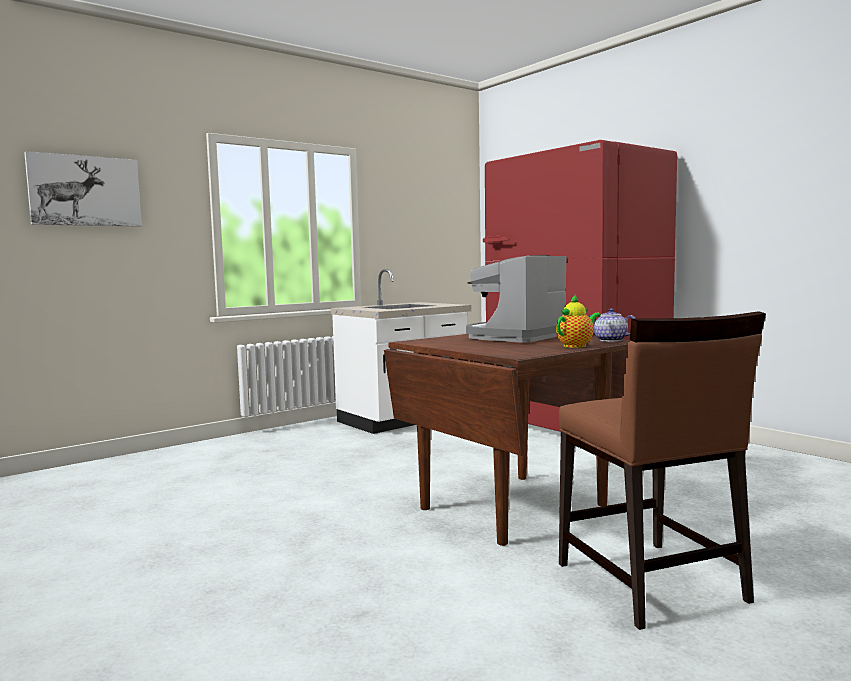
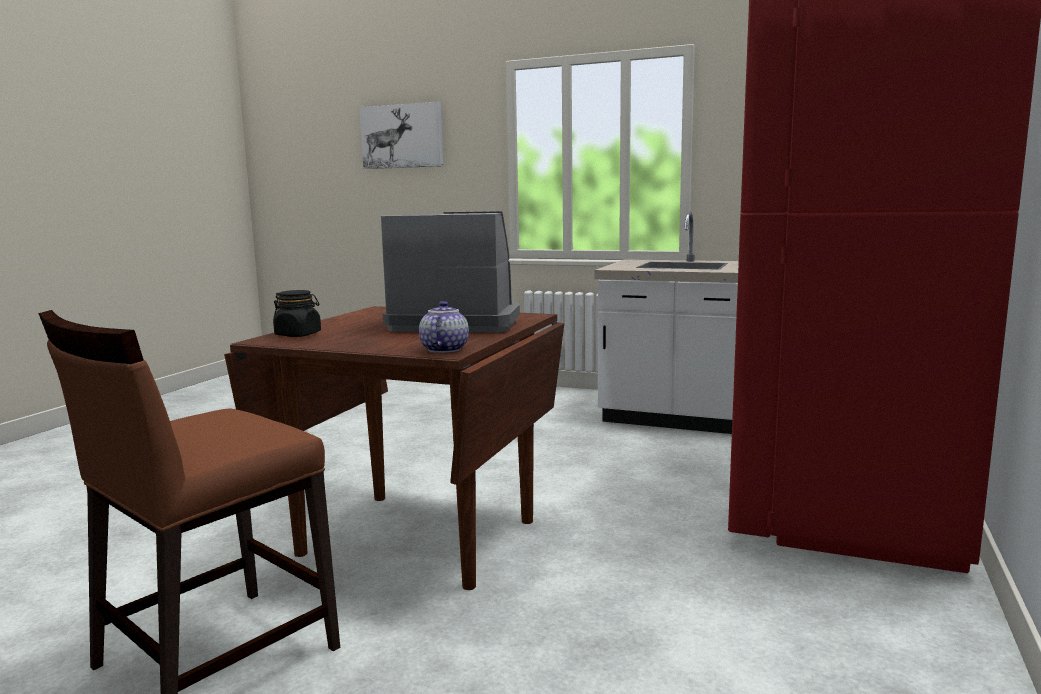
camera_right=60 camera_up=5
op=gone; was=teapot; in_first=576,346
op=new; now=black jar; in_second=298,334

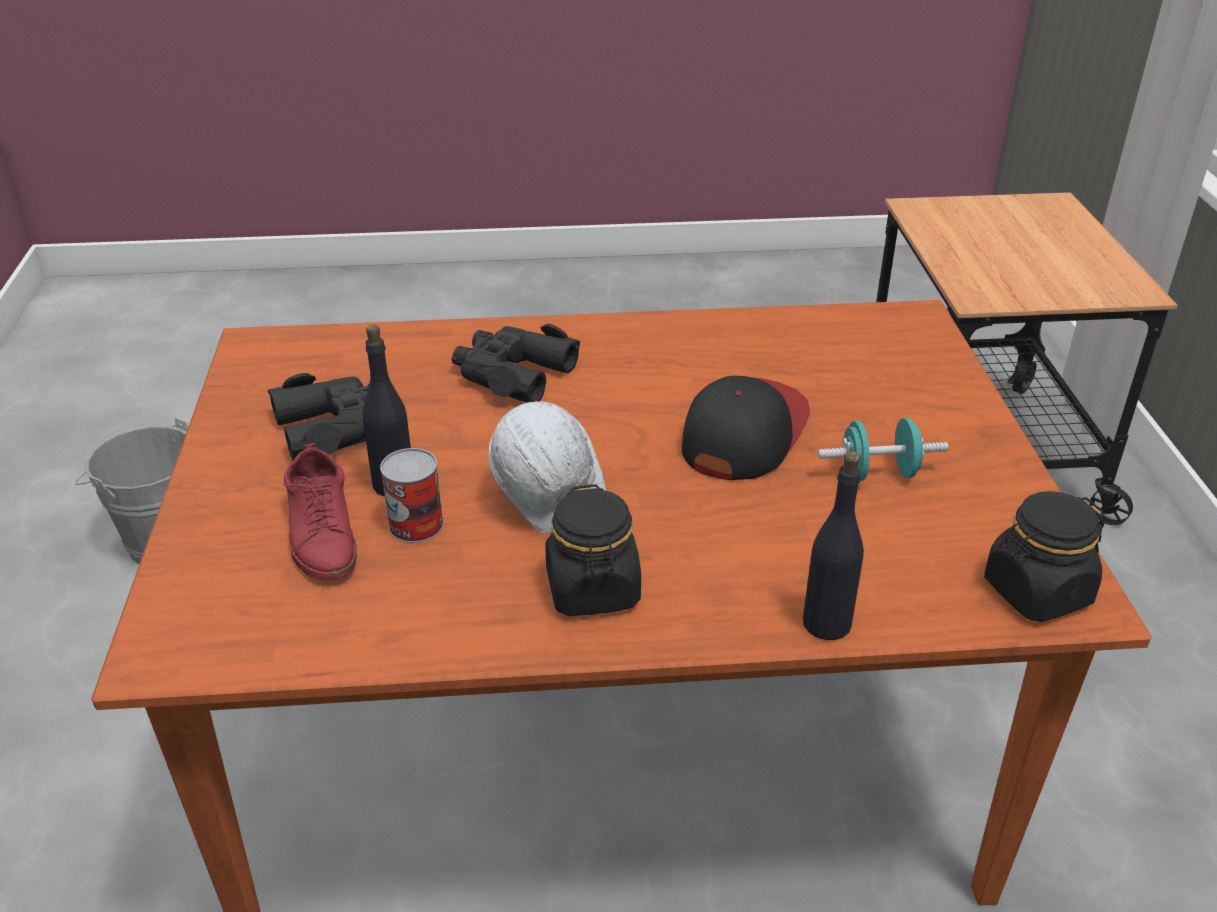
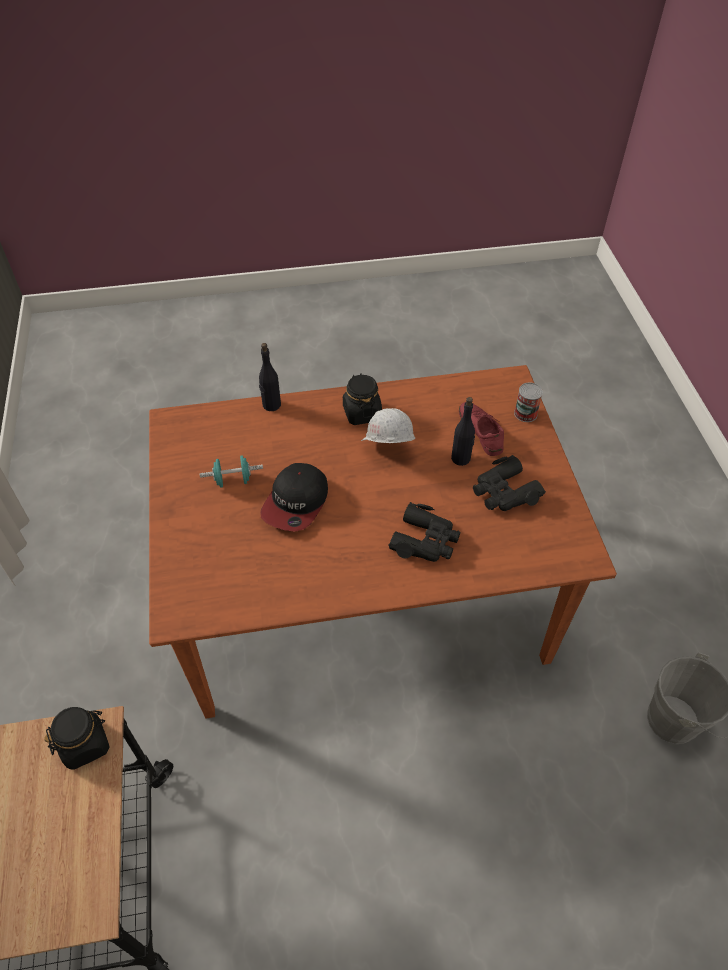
camera_right=175 camera_up=15
op=shifted; was=can; in_first=416,525; in_second=525,413
op=shifted; was=black jar; in_first=1036,592; in_second=85,744

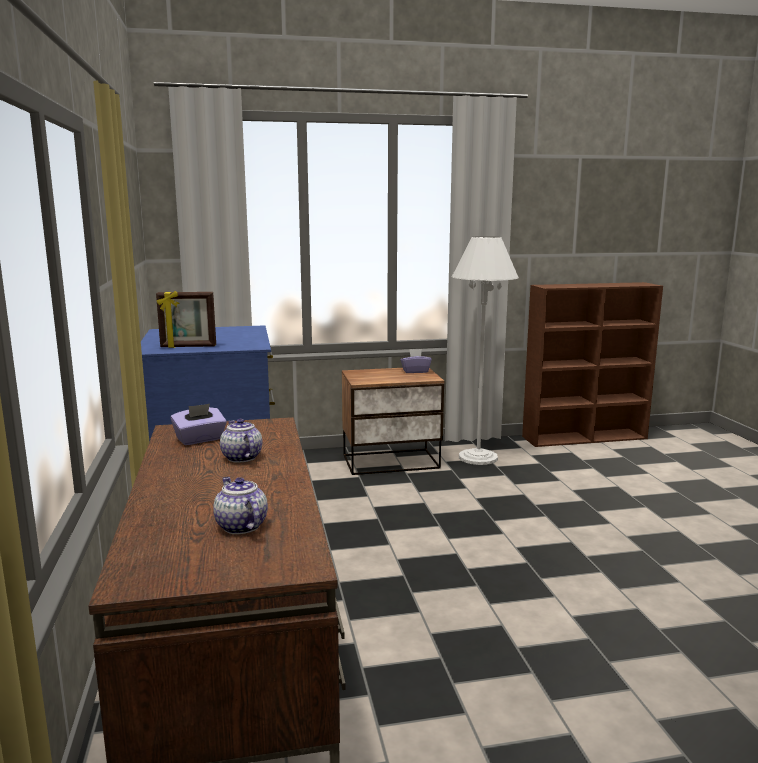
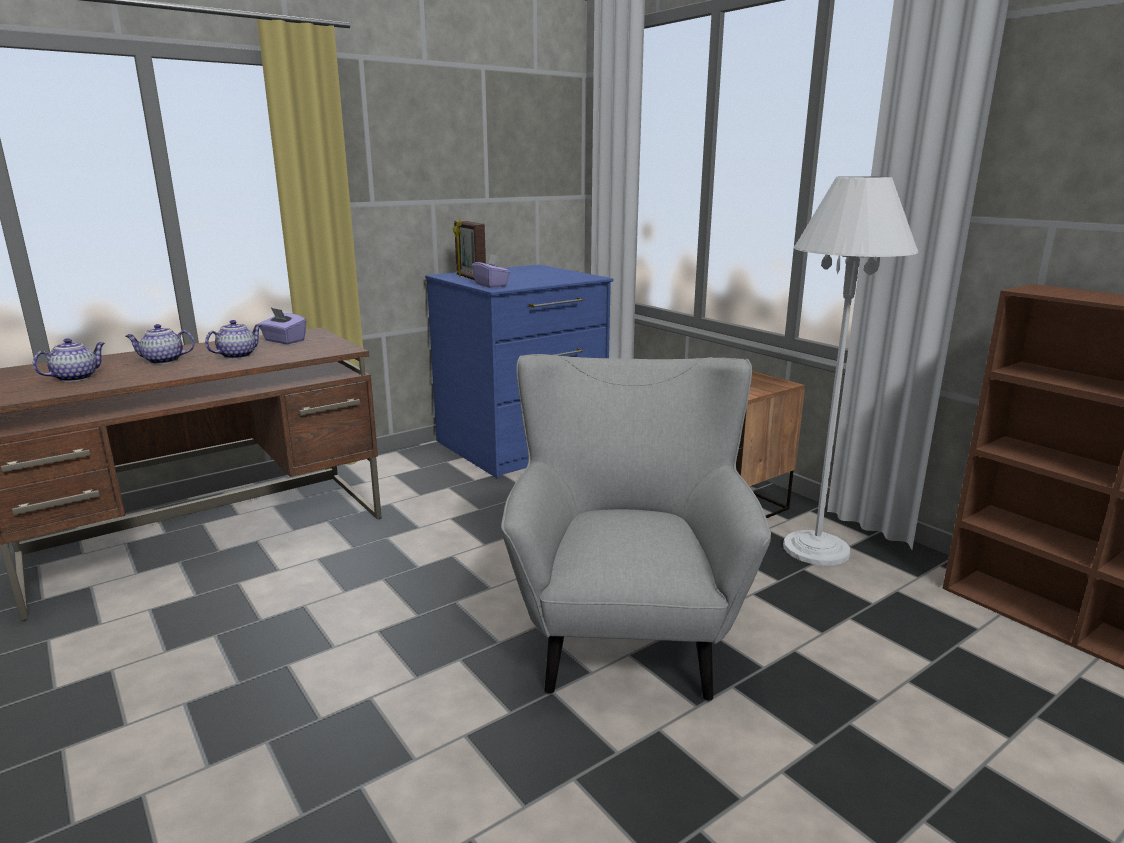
camera_right=65 camera_up=5
op=shifted; was=purple tissue box; in_first=415,371; in_second=491,285
op=new; now=teapot; in_second=163,361
op=new; now=grey armchair; in_second=626,629

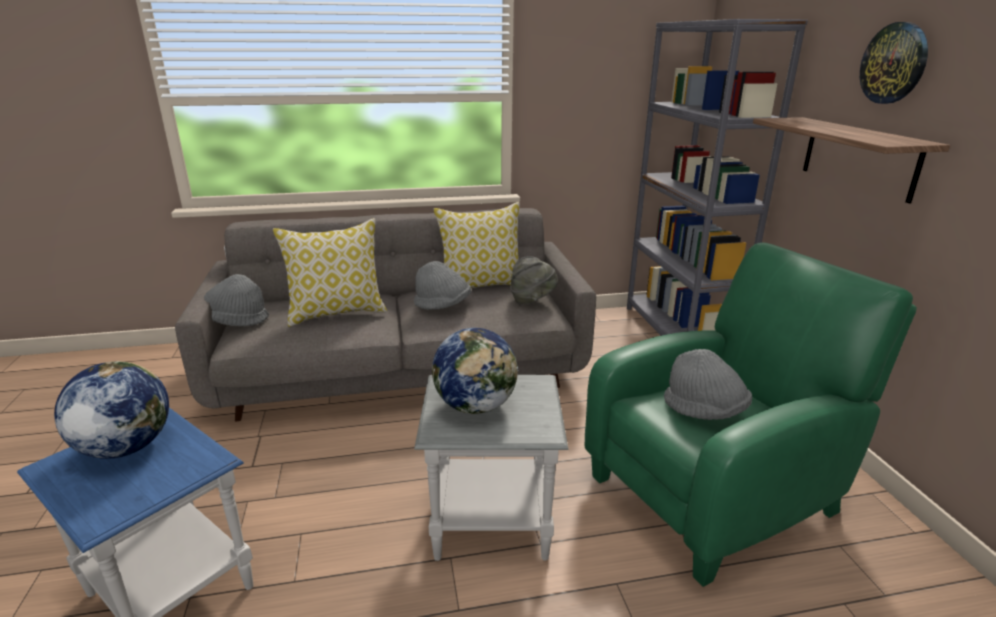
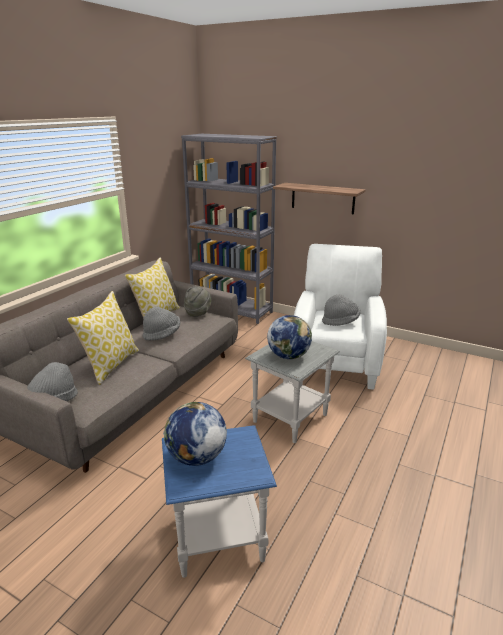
camera_right=-50 camera_up=0
op=gone; was=wall clock; in_first=894,63
op=repainted; was=green armchair; now=white armchair; in_first=718,492; in_second=336,360

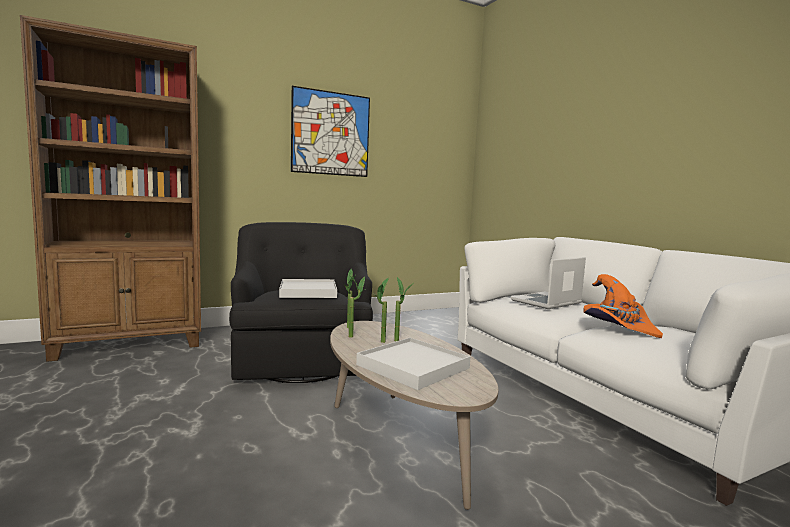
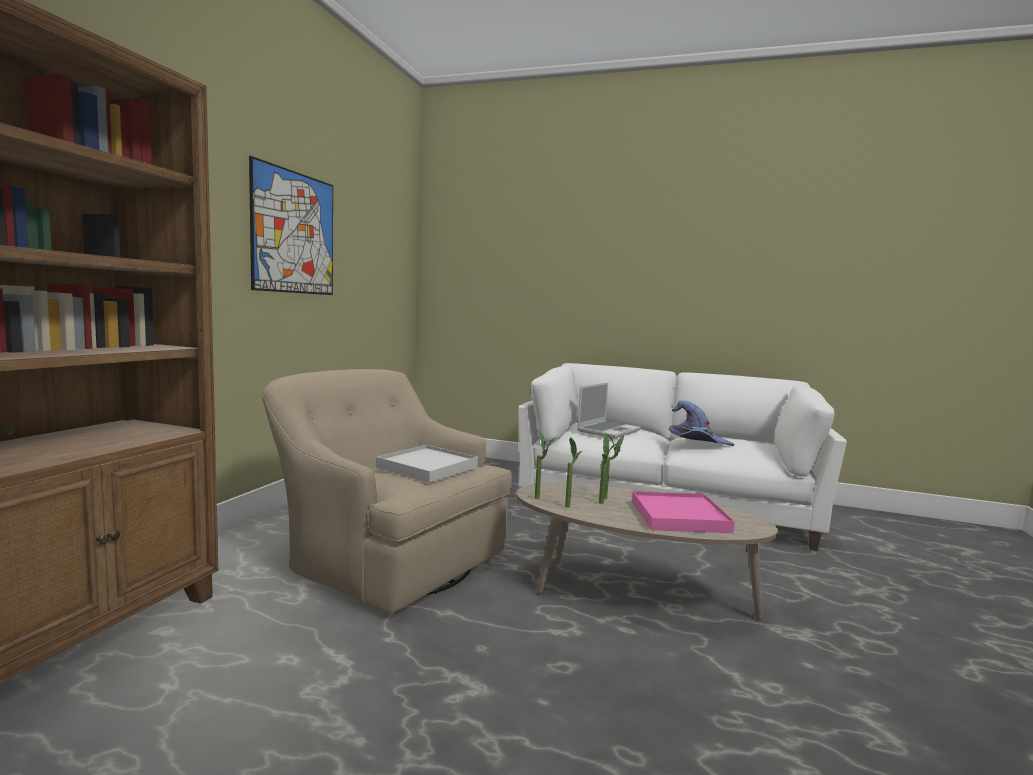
camera_right=-45 camera_up=0
op=repainted; was=black armchair; now=beige armchair; in_first=302,357; in_second=387,558
op=rotated; was=laptop; in_first=546,302; in_second=608,430; clockwise=-150
op=repainted; was=orange hat; now=purple hat; in_first=618,326; in_second=697,442
op=repainted; was=white tray; now=pink tray; in_first=412,366; in_second=679,516

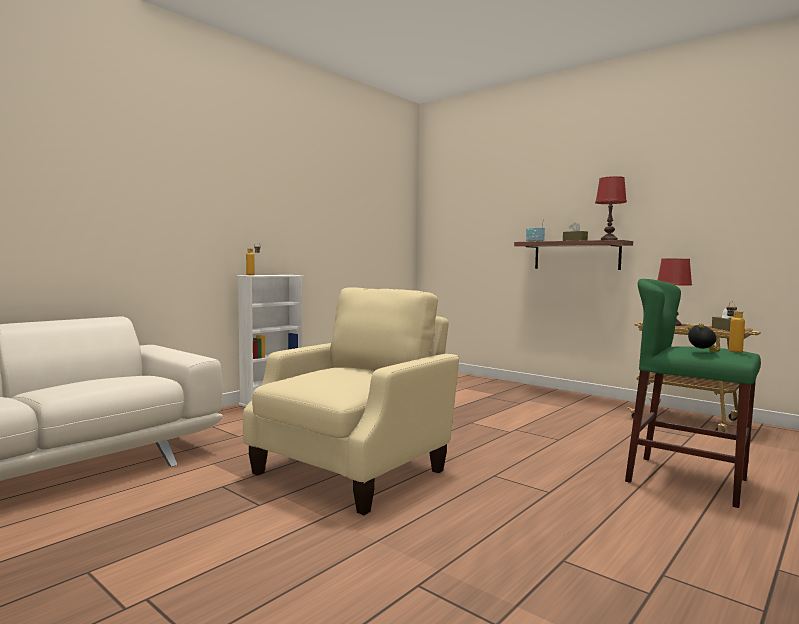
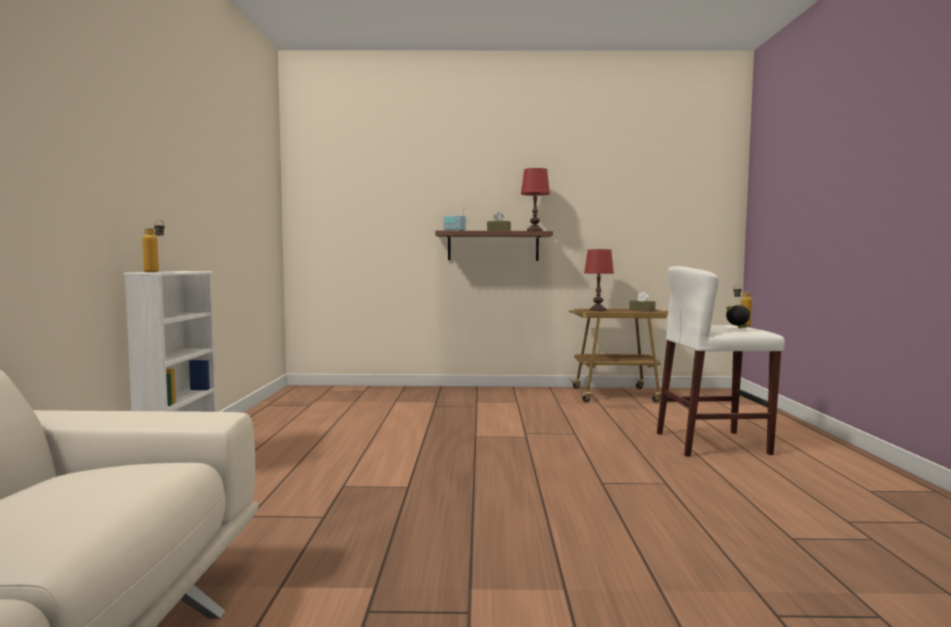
camera_right=-40 camera_up=0
op=repainted; was=green stool; now=white stool; in_first=687,480; in_second=712,443
op=gone; was=beige armchair; in_first=353,470

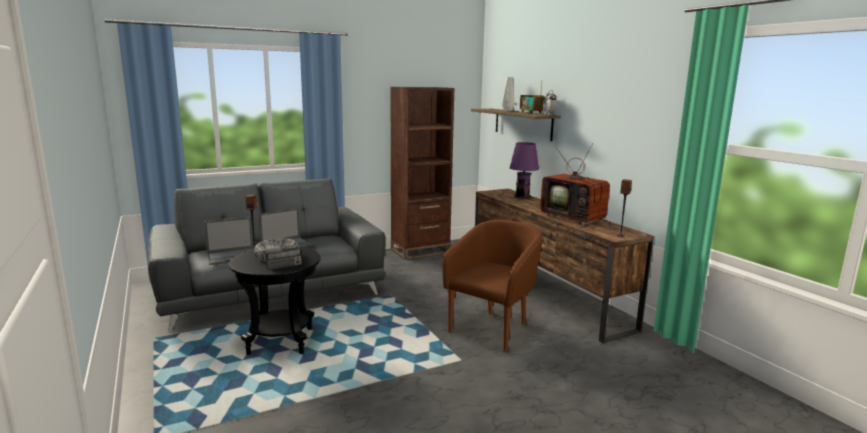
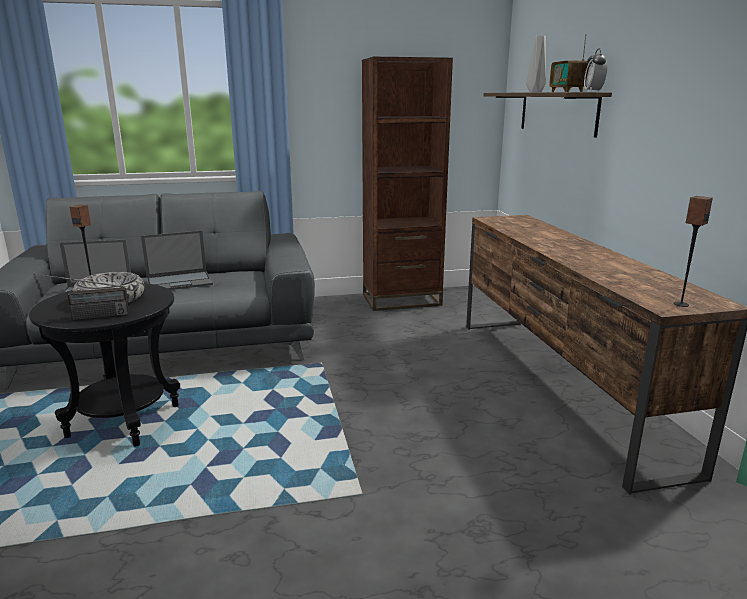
camera_right=15 camera_up=5
op=gone; was=purple table lamp; in_first=520,197
op=gone; was=television; in_first=575,218
op=gone; was=brown armchair; in_first=493,328

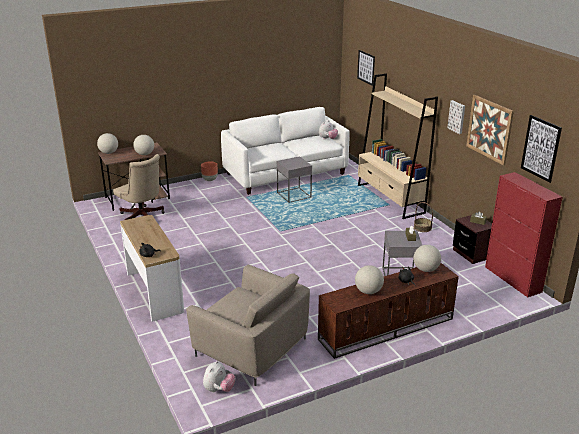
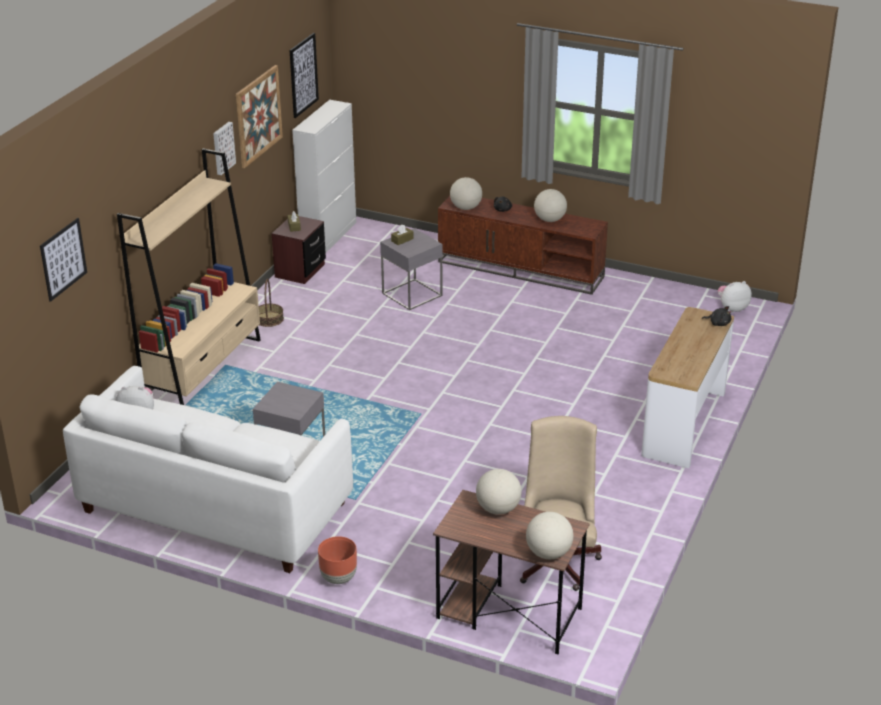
camera_right=-130 camera_up=5
op=repainted; was=red cabinet; now=white cabinet; in_first=513,279; in_second=329,237
op=gone; was=beige armchair; in_first=251,347

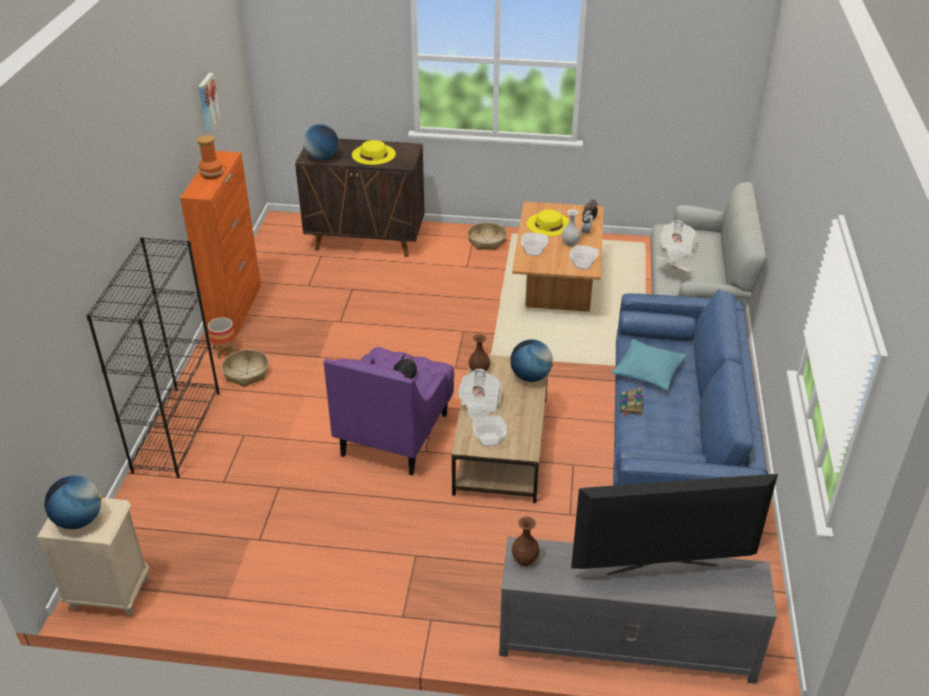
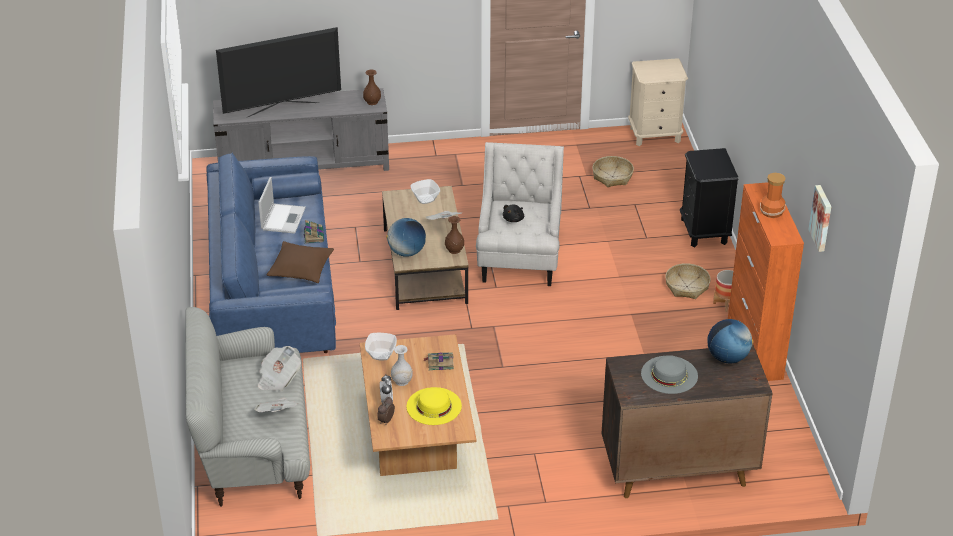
camera_right=165 camera_up=0
op=repainted; was=yellow hat; now=grey hat; in_first=373,154; in_second=669,374
op=shifted; was=basket; in_first=487,241; in_second=612,177
op=swapped; was=bowl; now=book; in_first=534,251; in_second=439,363
op=swapped; was=black bookcase; now=black nightstand; in_first=177,431; in_second=704,231
op=repainted; was=turquoise pillow; now=brown pillow; in_first=648,371; in_second=301,268
op=repainted; was=purple armchair; now=white armchair; in_first=395,434; in_second=519,259
op=gone; was=globe; in_first=79,520
op=new; now=laptop; in_second=283,218

